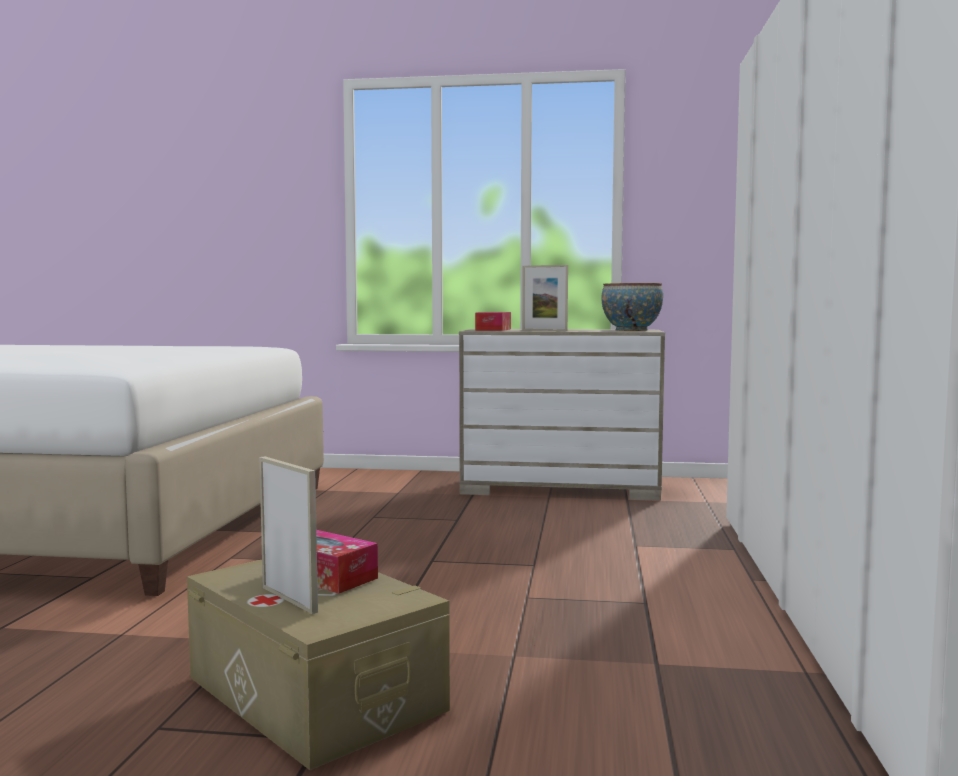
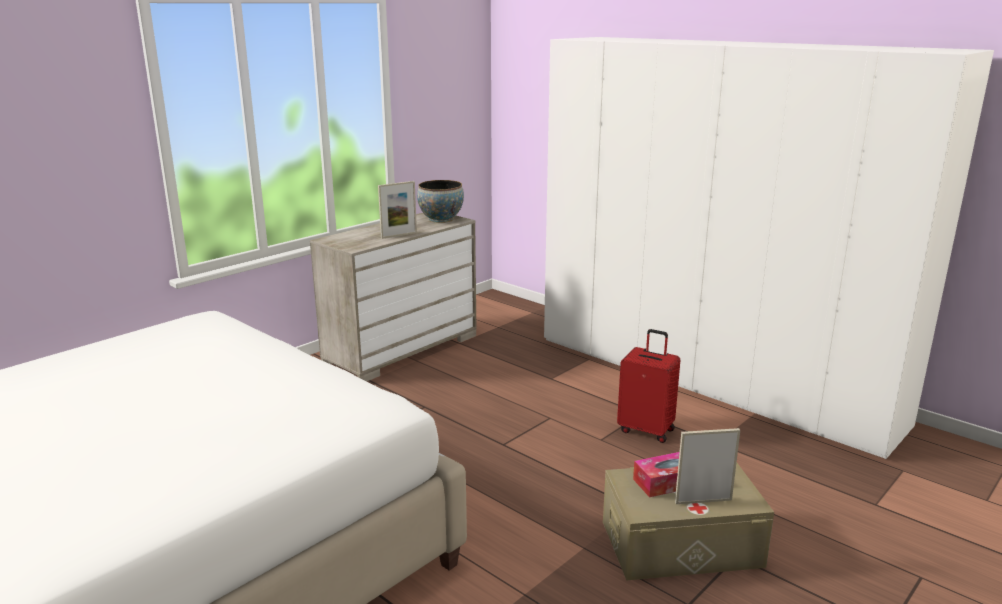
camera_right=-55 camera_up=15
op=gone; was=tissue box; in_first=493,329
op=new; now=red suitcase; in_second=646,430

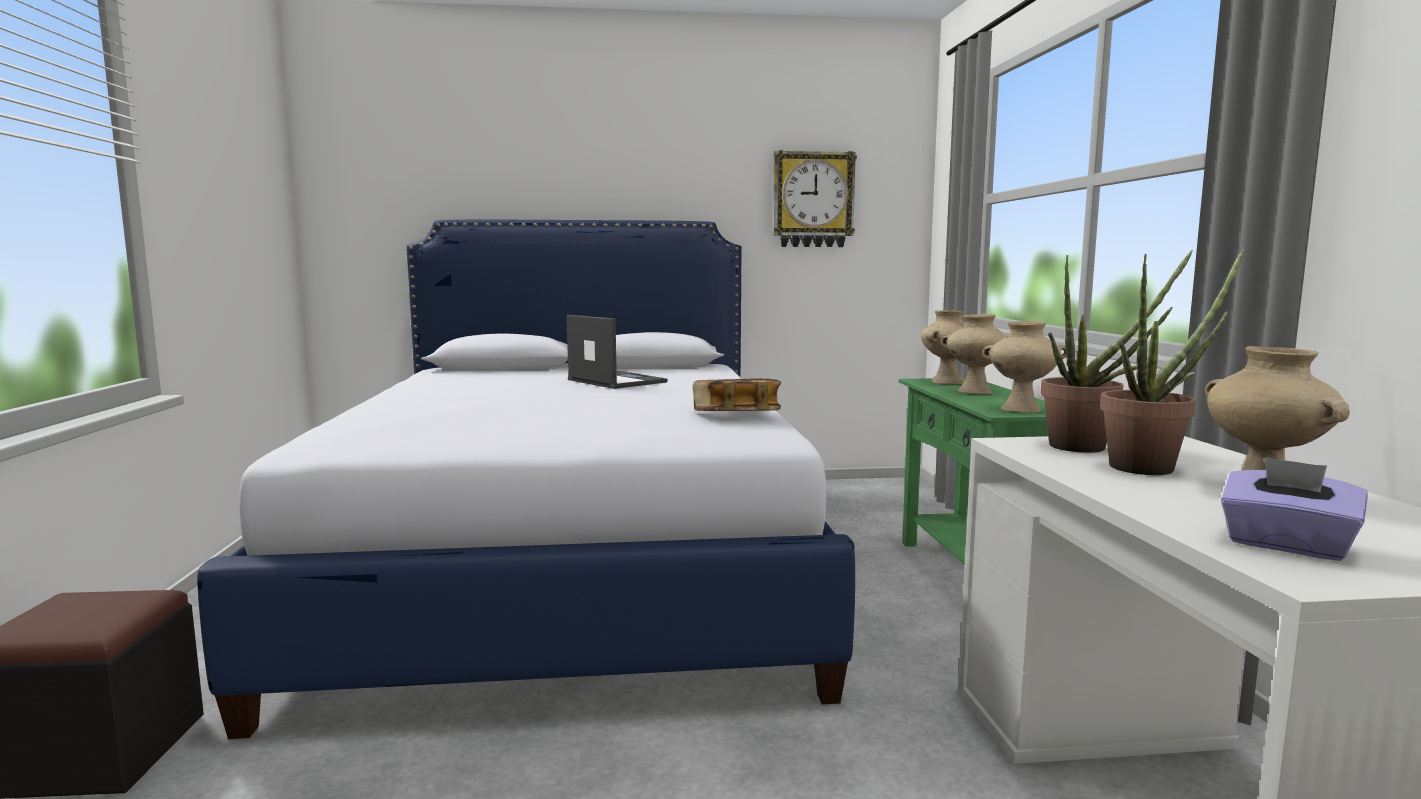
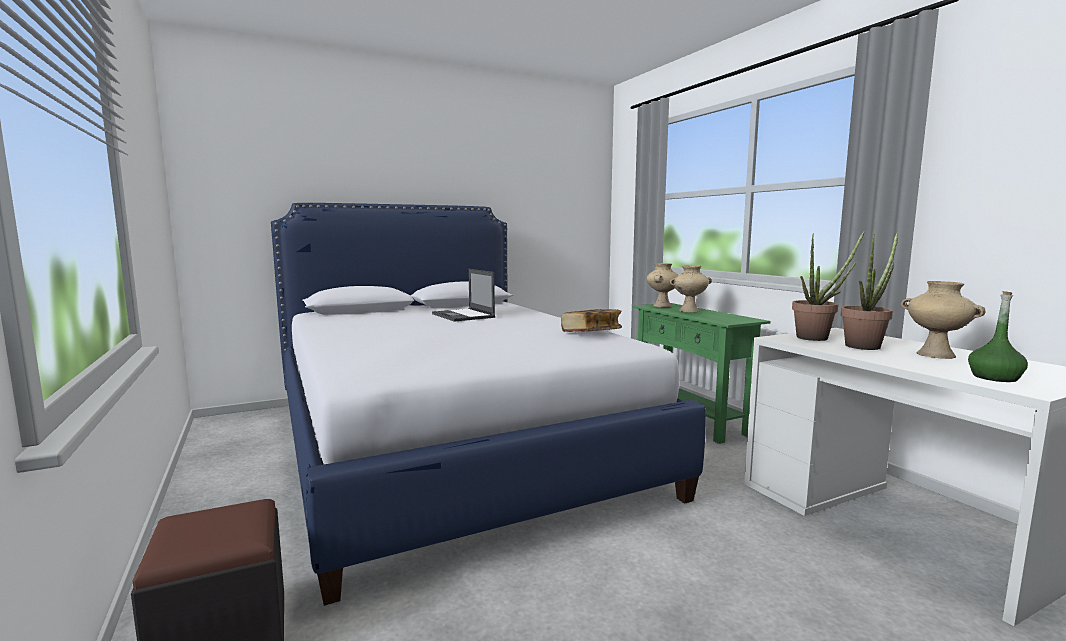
camera_right=-20 camera_up=0
op=gone; was=wall clock; in_first=812,200
op=rotated; was=laptop; in_first=615,381; in_second=463,316; clockwise=-150
op=gone; was=beige vase; in_first=1020,410
op=swapped; was=purple tissue box; now=green bottle; in_first=1286,546; in_second=994,377

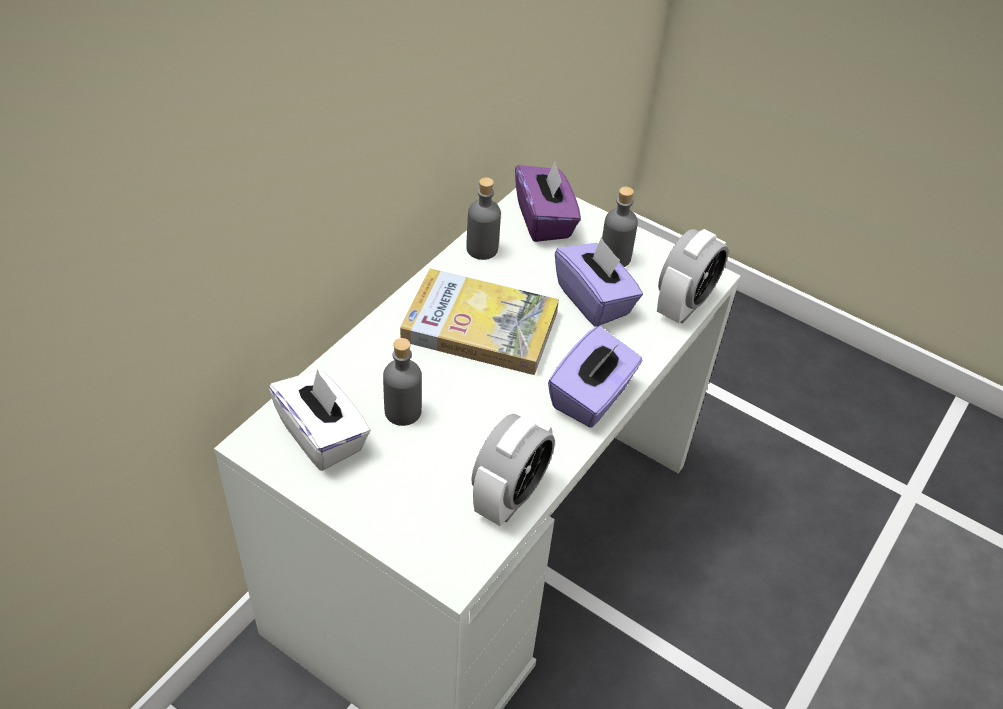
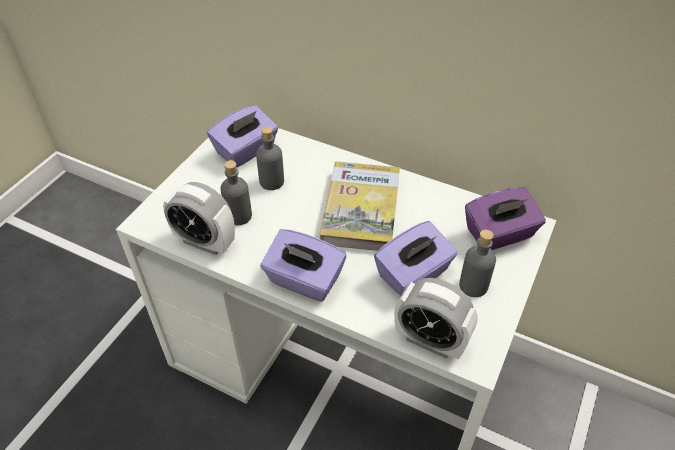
camera_right=85 camera_up=0
op=shifted; was=grey bottle; in_first=482,249; in_second=239,216
op=repainted; was=white tissue box; now=purple tissue box; in_first=323,436; in_second=246,151

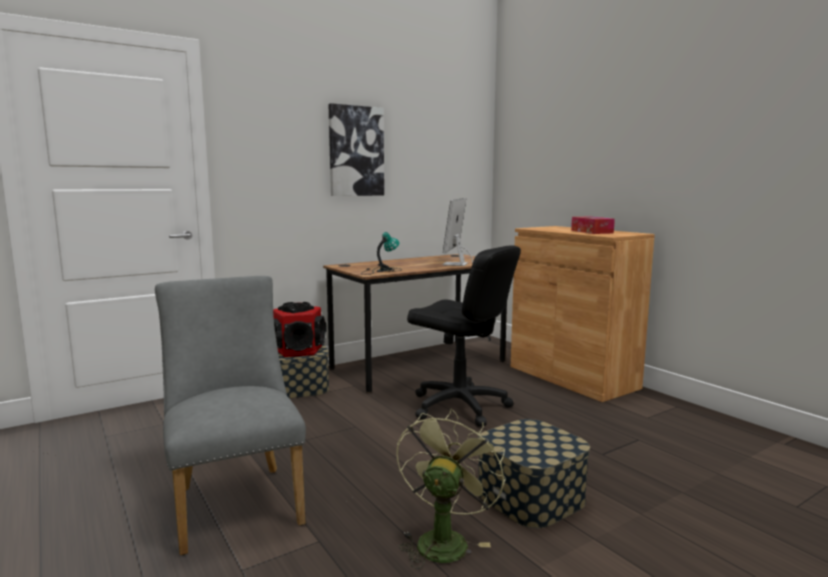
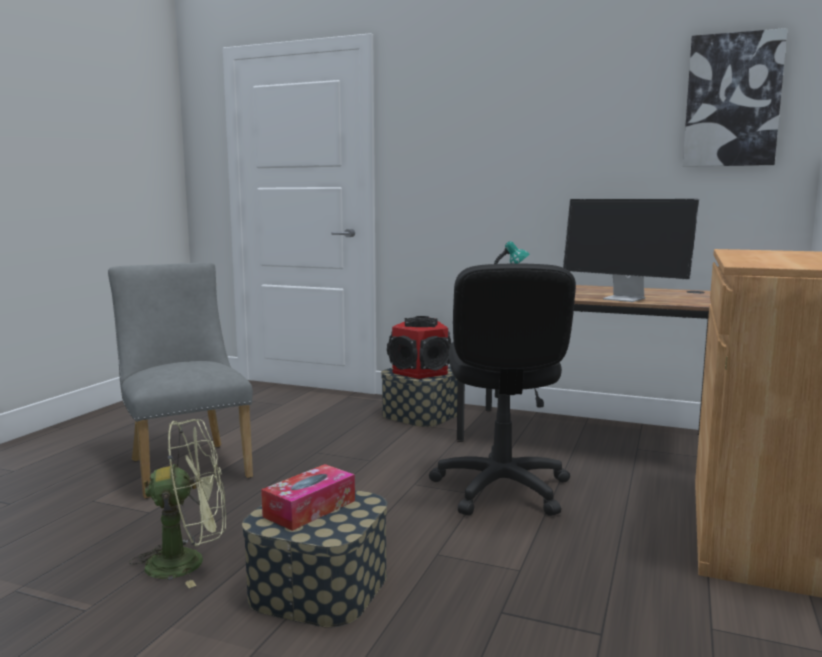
camera_right=55 camera_up=0
op=shifted; was=picture; in_first=356,151; in_second=732,100
op=rotated; was=monitor; in_first=455,264; in_second=625,299; clockwise=-120
op=shifted; was=tissue box; in_first=591,232; in_second=310,508
op=rotated; was=grey chair; in_first=235,501; in_second=186,466; clockwise=-60

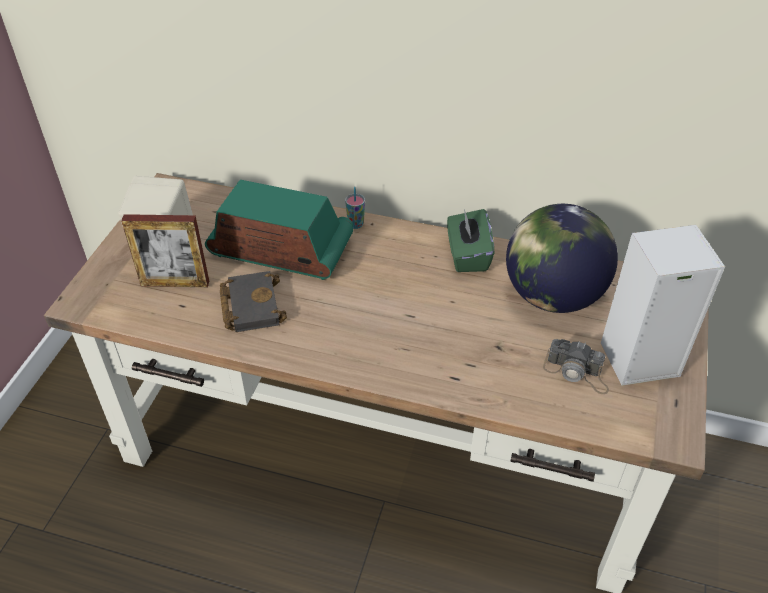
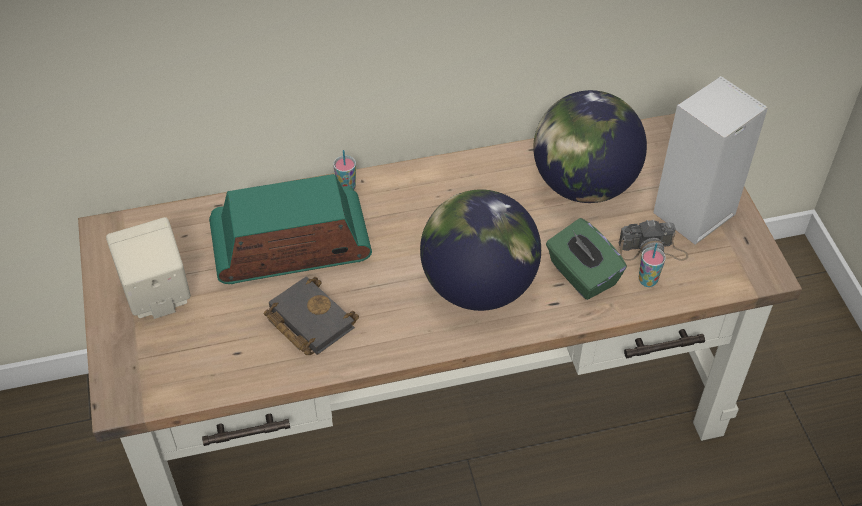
camera_right=-30 camera_up=5
op=shifted; was=green tissue box; in_first=467,255; in_second=582,275
op=gone; was=picture frame; in_first=175,283
op=new; now=globe; in_second=478,286
op=new; now=cup; in_second=647,280

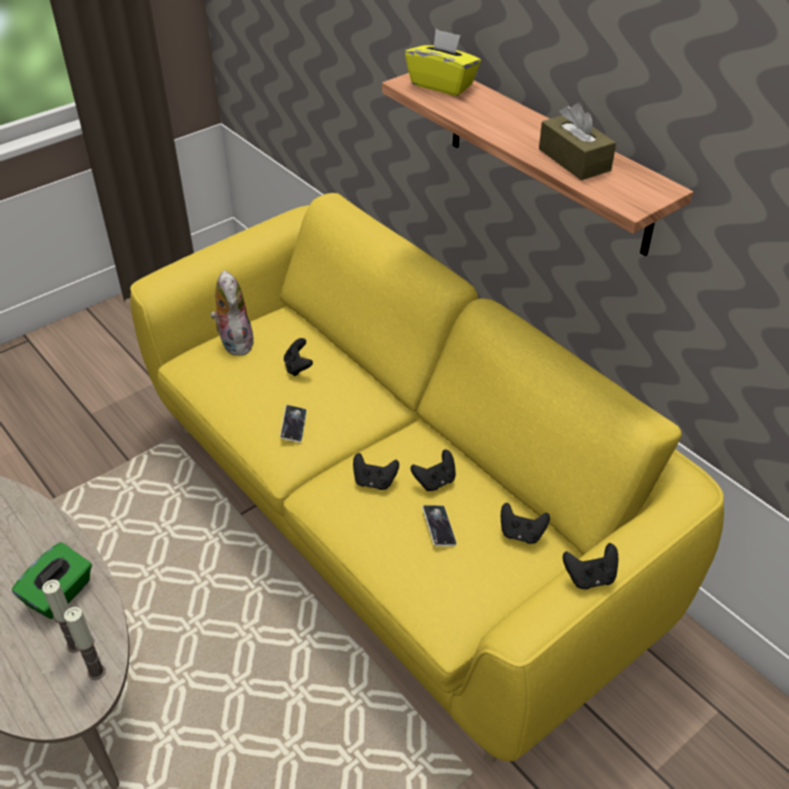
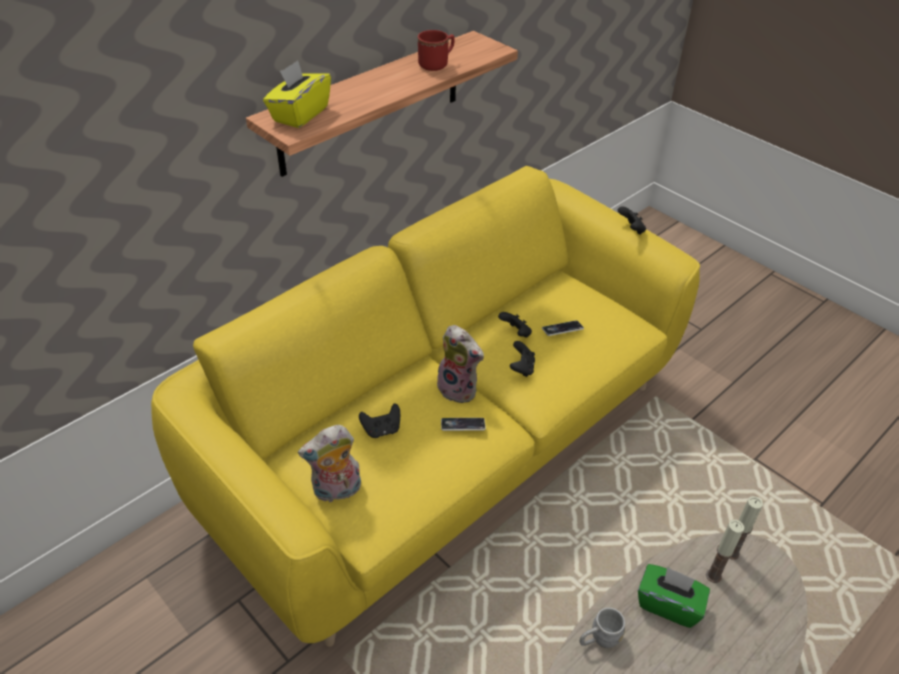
camera_right=-95 camera_up=0
op=swapped; was=brown tissue box; now=red mug; in_first=574,160; in_second=437,64
op=gone; was=black game controller; in_first=521,534
op=new; now=plush toy; in_second=459,389
op=new; now=grey mug; in_second=599,640

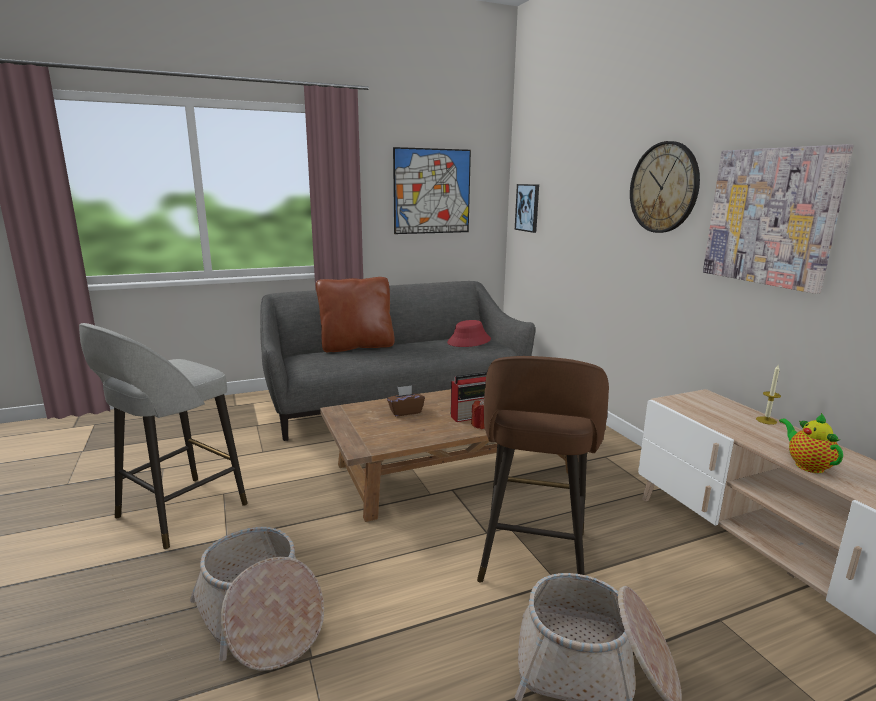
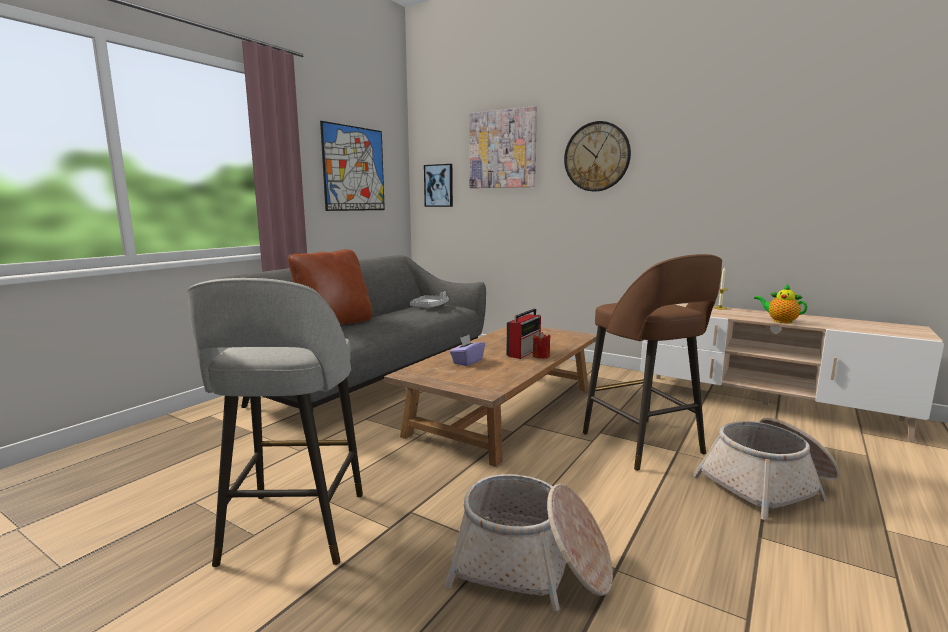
camera_right=-35 camera_up=-5
op=shifted; was=picture; in_first=770,217; in_second=502,149
op=swapped; was=red hat; now=grey tray; in_first=469,341; in_second=430,306
op=repainted; was=brown tissue box; now=purple tissue box; in_first=405,412; in_second=467,361

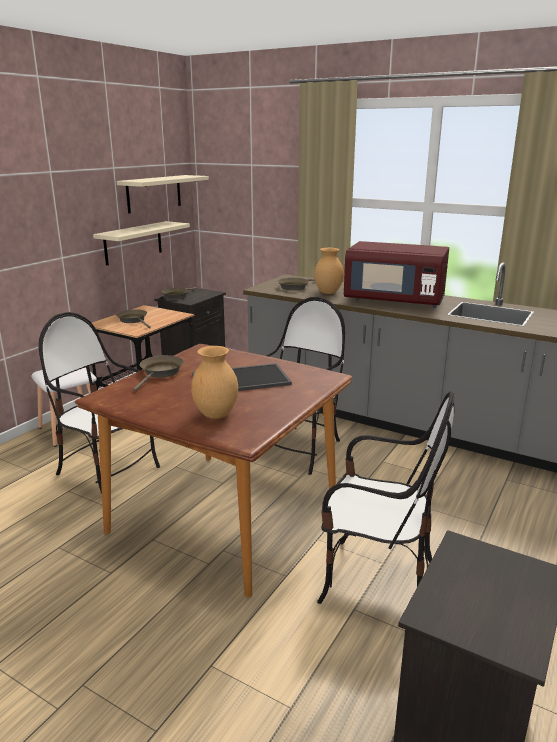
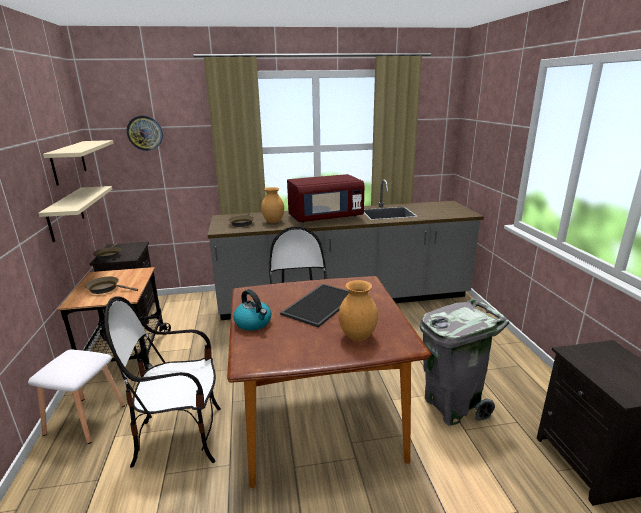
camera_right=-40 camera_up=0
op=swapped; was=brown frying pan; now=kettle; in_first=160,373; in_second=253,323
op=swapped; was=chair; now=grey trash can; in_first=376,581; in_second=452,405
op=new; now=wall clock; in_second=145,133

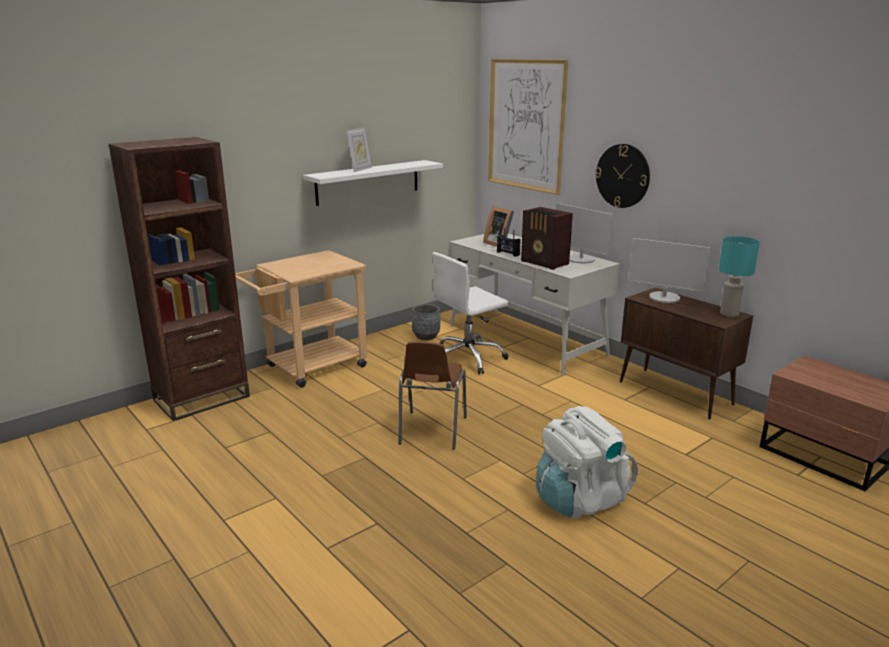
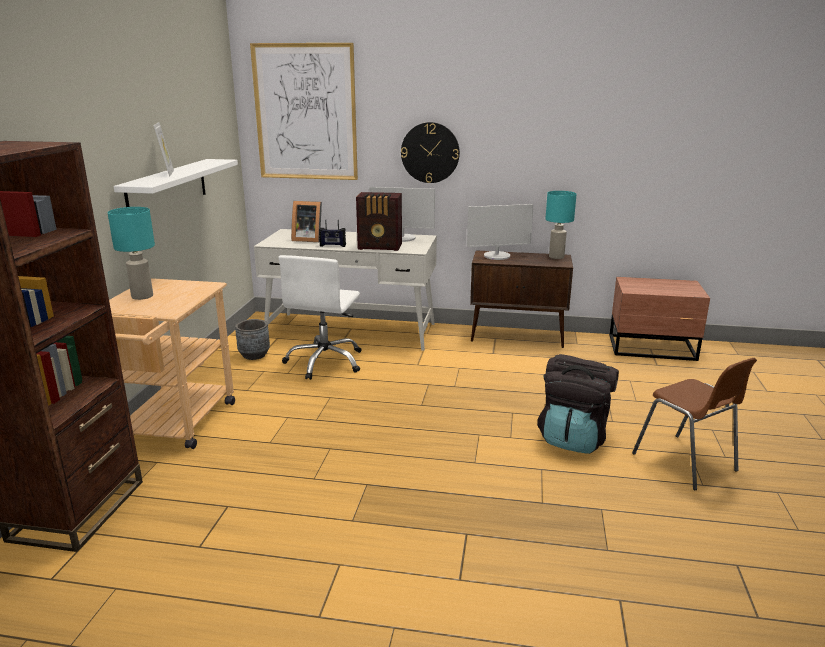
camera_right=-40 camera_up=0
op=shifted; was=brown chair; in_first=431,431; in_second=686,463
op=repainted; was=white backpack; now=black backpack; in_first=580,499; in_second=573,438
op=new; now=turquoise table lamp; in_second=141,296

